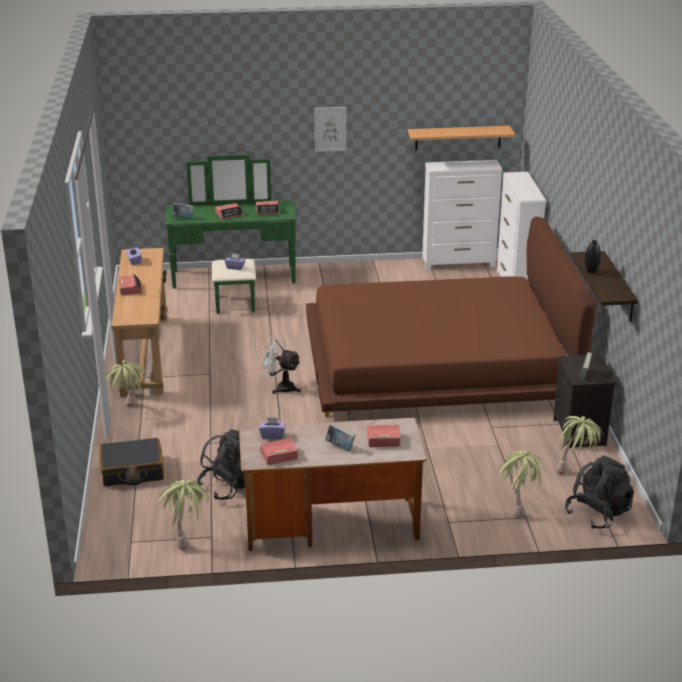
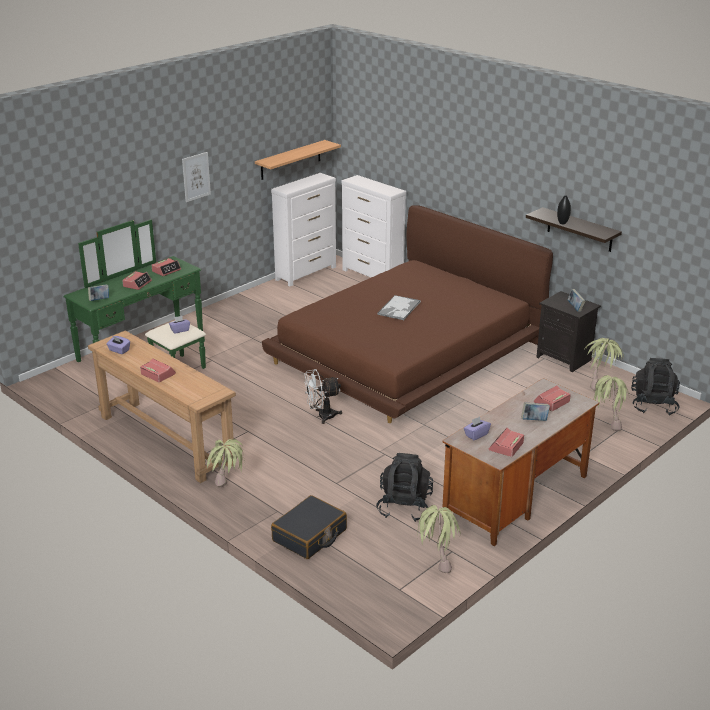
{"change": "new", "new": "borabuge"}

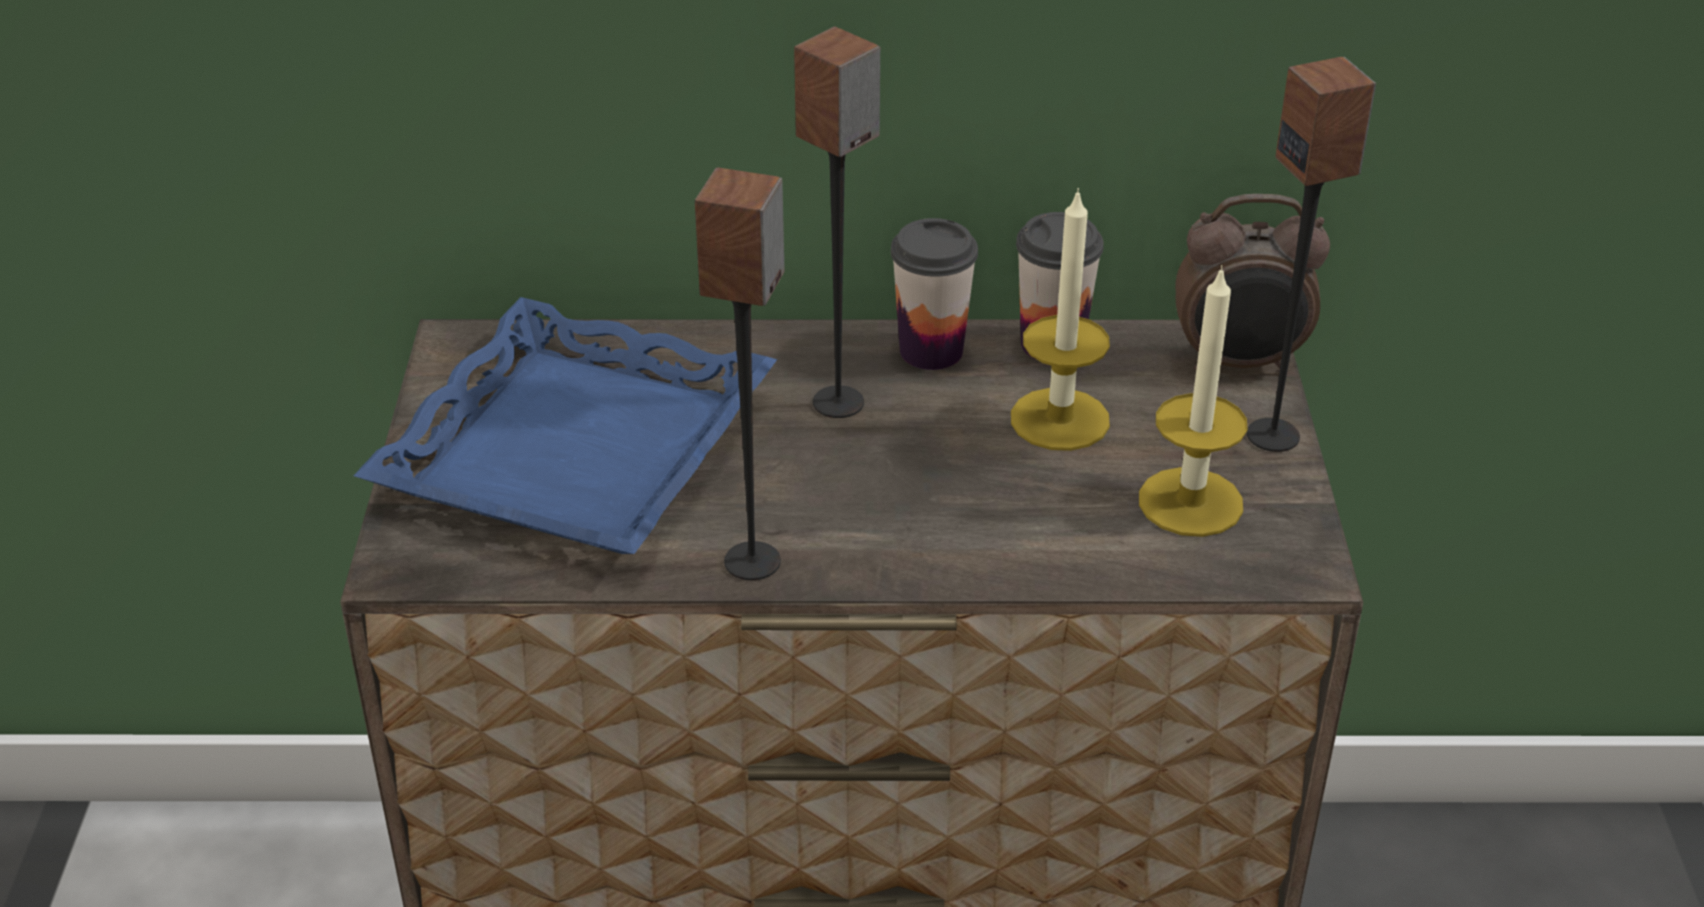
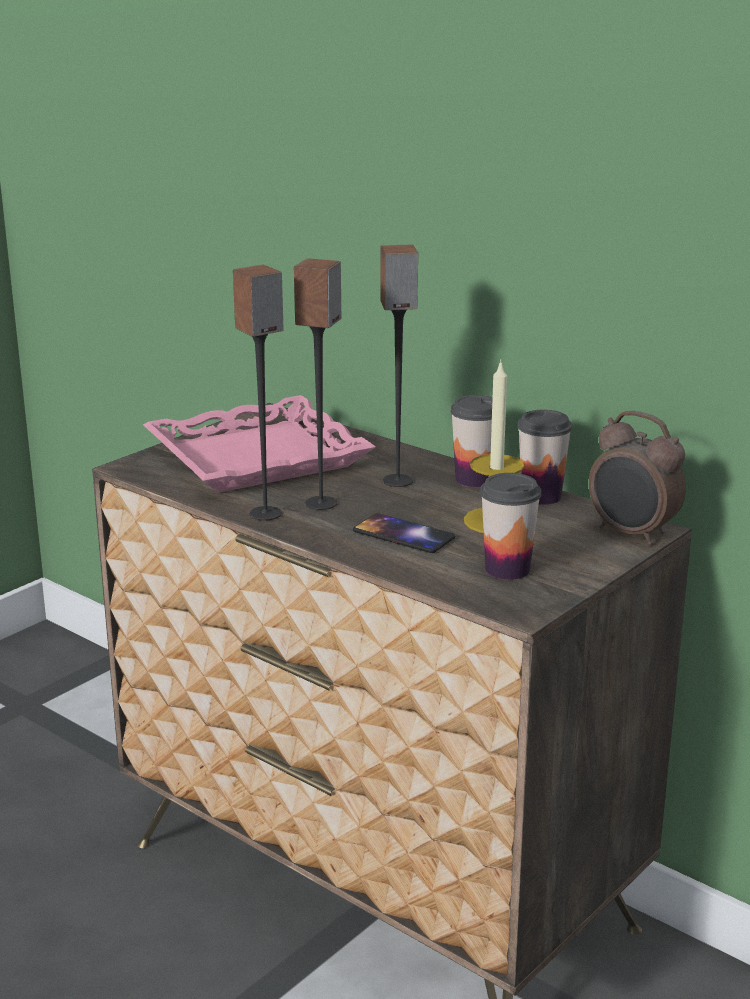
{"change": "repainted", "old": "blue_borabuge", "new": "pink_borabuge"}
{"change": "shifted", "old": "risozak (no. 3 from left in the first image)", "new": "risozak (no. 2 from left)"}
{"change": "new", "new": "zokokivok"}
{"change": "swapped", "old": "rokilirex (no. 2 from left)", "new": "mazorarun (no. 2 from left)"}

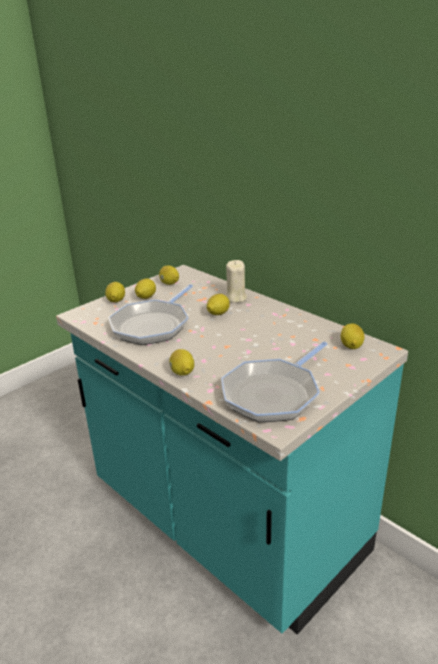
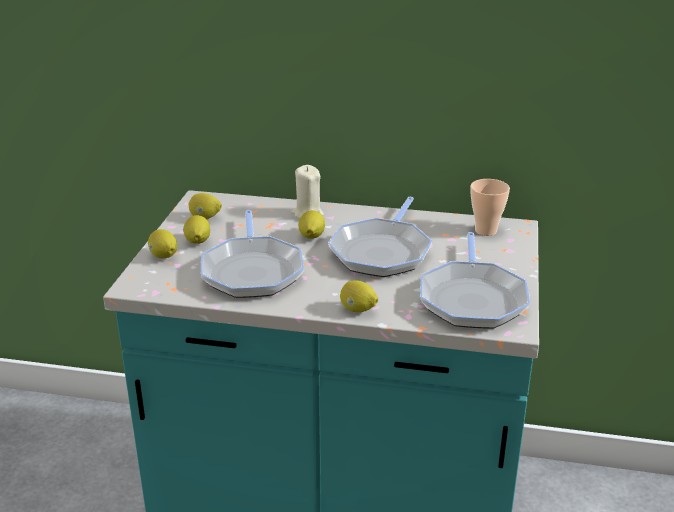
{"change": "new", "new": "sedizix (no. 2 from left)"}
{"change": "swapped", "old": "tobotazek (no. 6 from left)", "new": "mazorarun"}

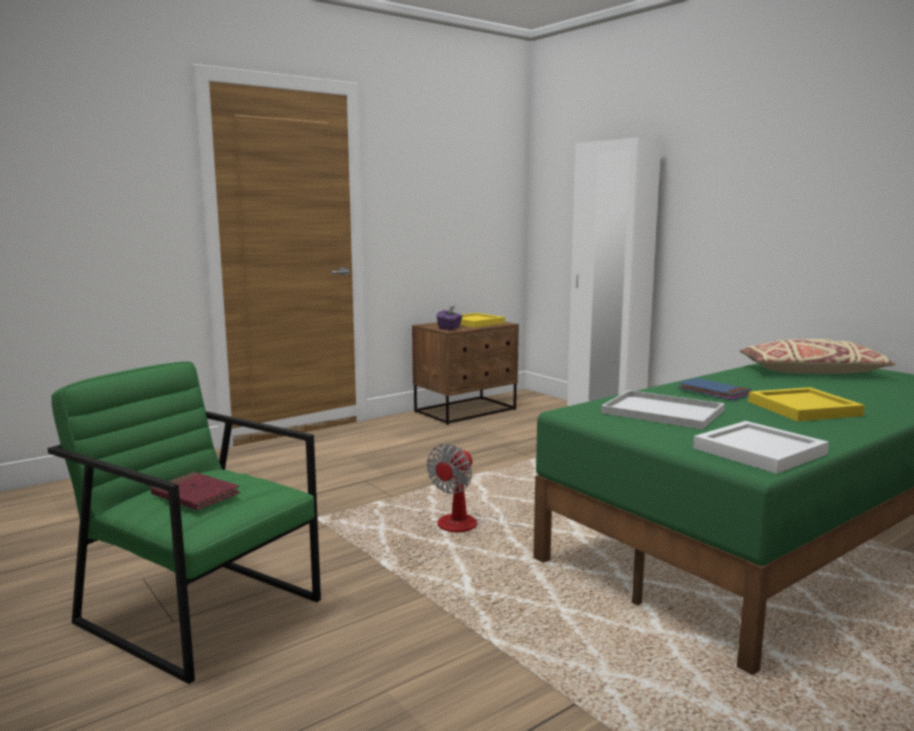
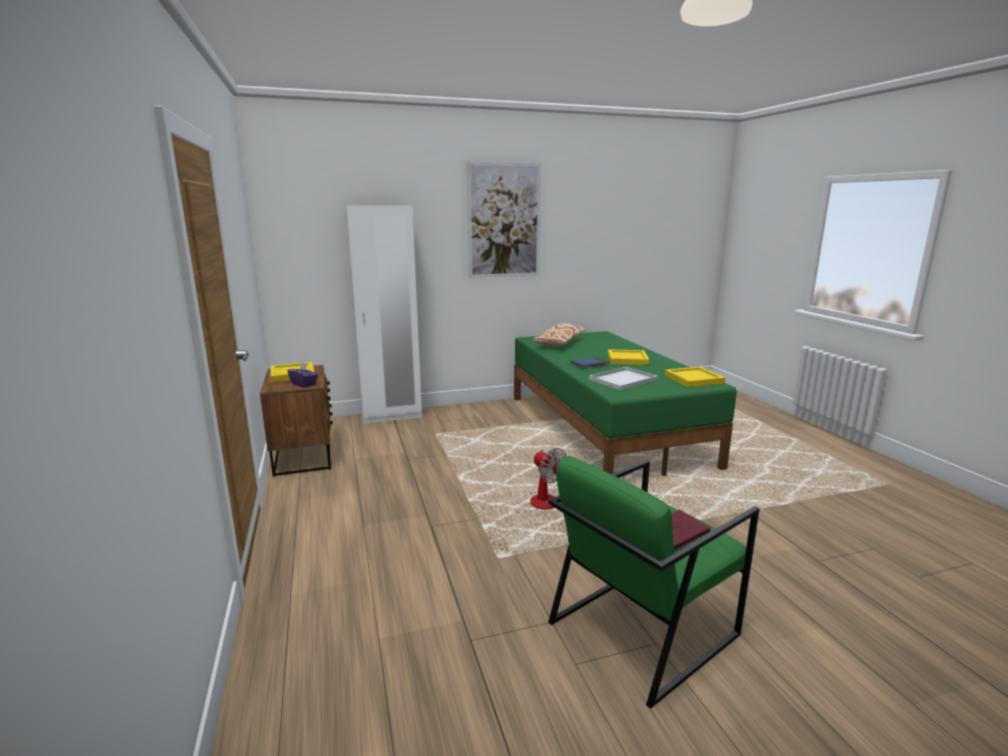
{"change": "new", "new": "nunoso"}
{"change": "repainted", "old": "white_borabuge (no. 2 from left)", "new": "yellow_borabuge (no. 3 from left)"}

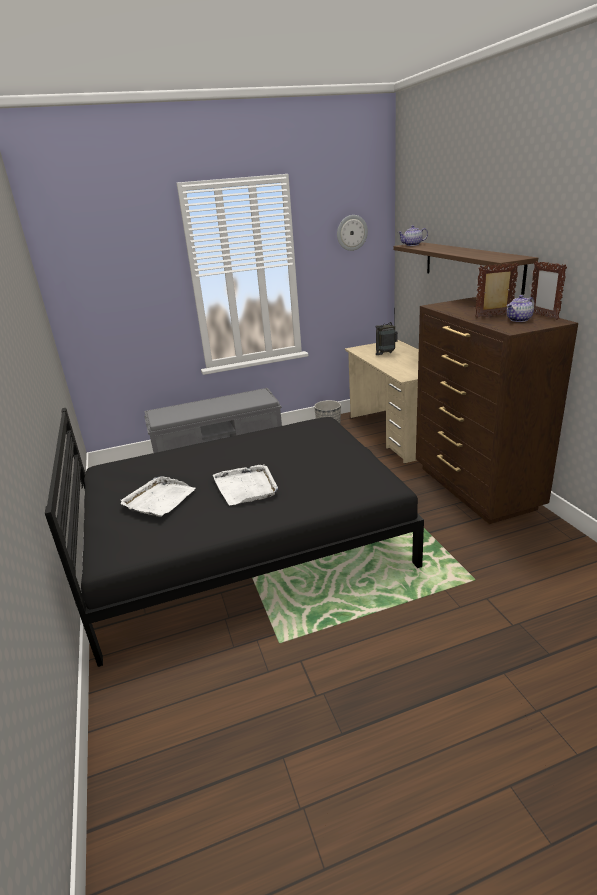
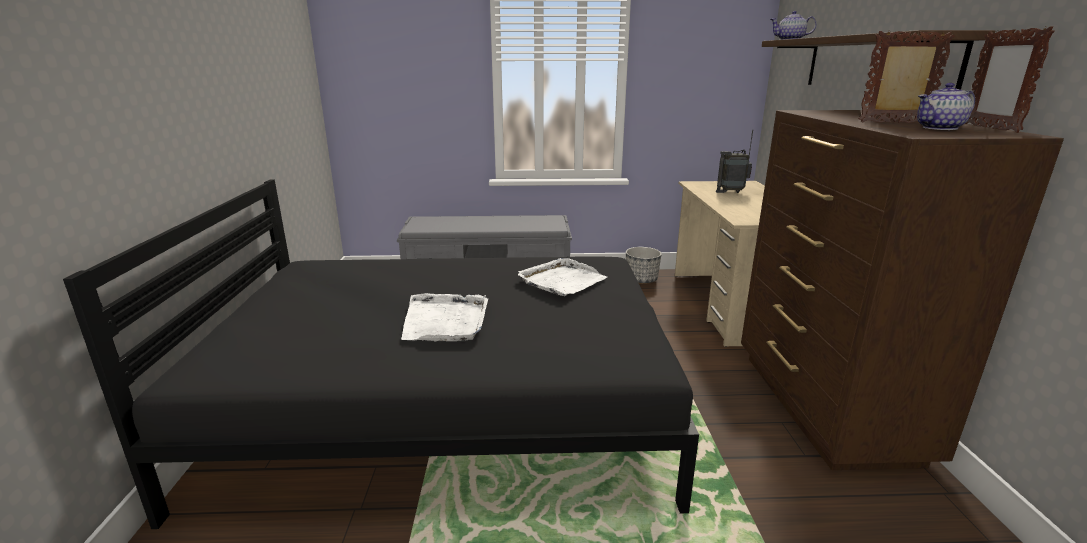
{"change": "shifted", "old": "white_borabuge (no. 1 from left in the first image)", "new": "white_borabuge (no. 2 from left)"}
{"change": "gone", "old": "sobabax"}

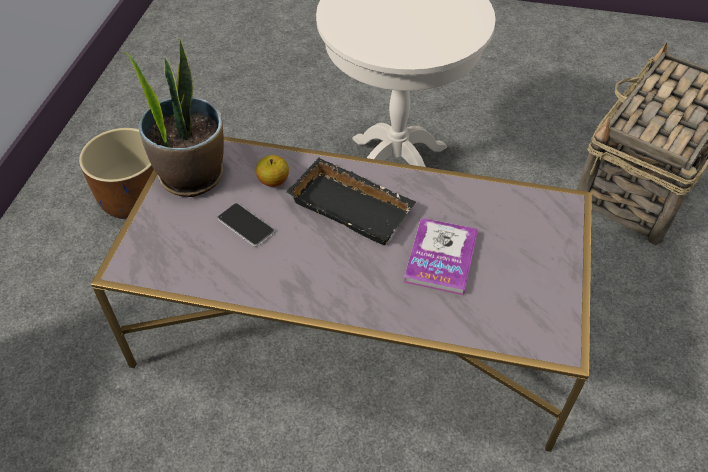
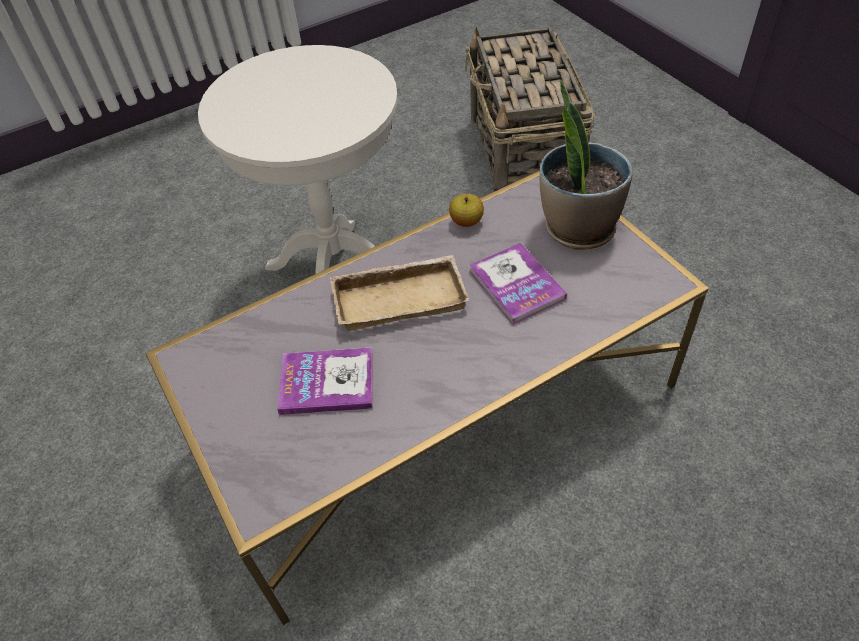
{"change": "swapped", "old": "zokokivok", "new": "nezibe (no. 1 from left)"}
{"change": "repainted", "old": "black_borabuge", "new": "beige_borabuge"}
{"change": "shifted", "old": "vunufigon"}
{"change": "shifted", "old": "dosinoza"}
{"change": "gone", "old": "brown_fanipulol"}

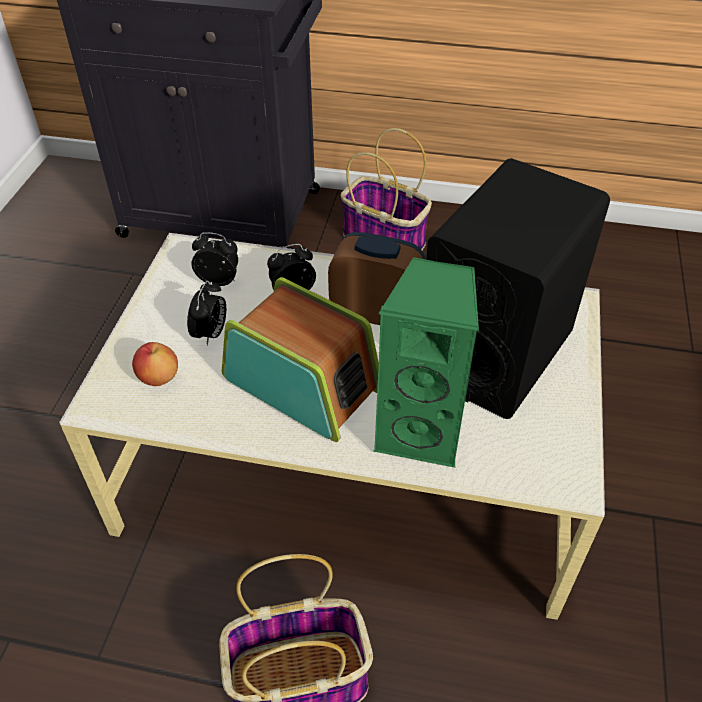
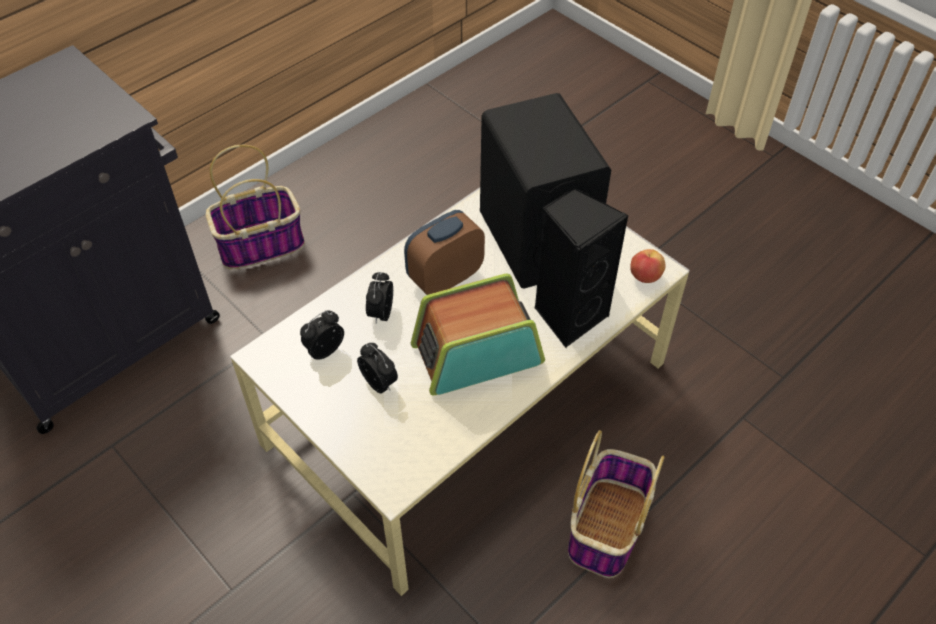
{"change": "repainted", "old": "green_risozak", "new": "black_risozak (no. 2 from left)"}
{"change": "shifted", "old": "vunufigon"}

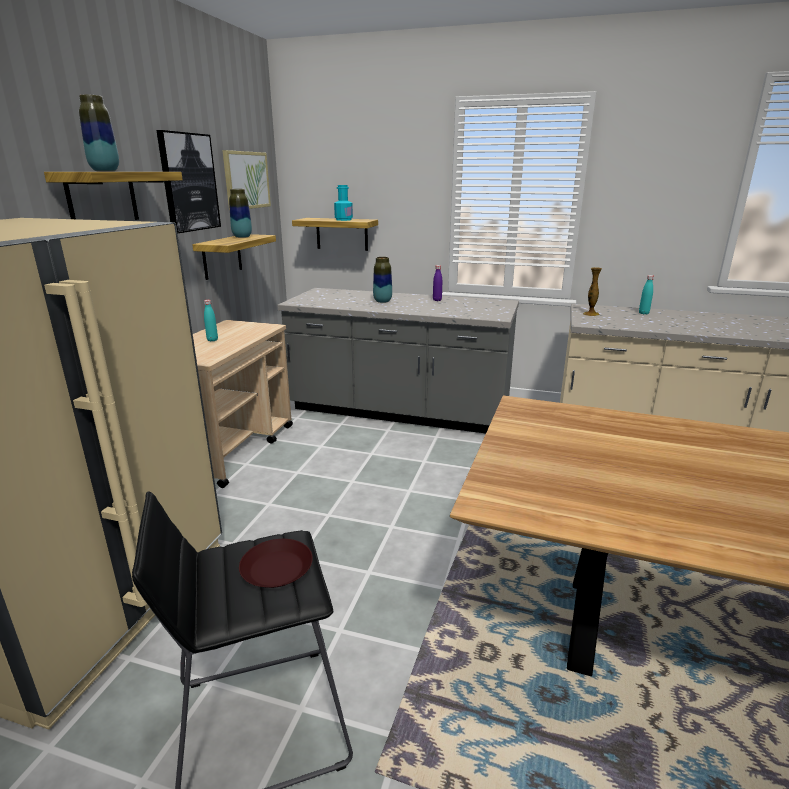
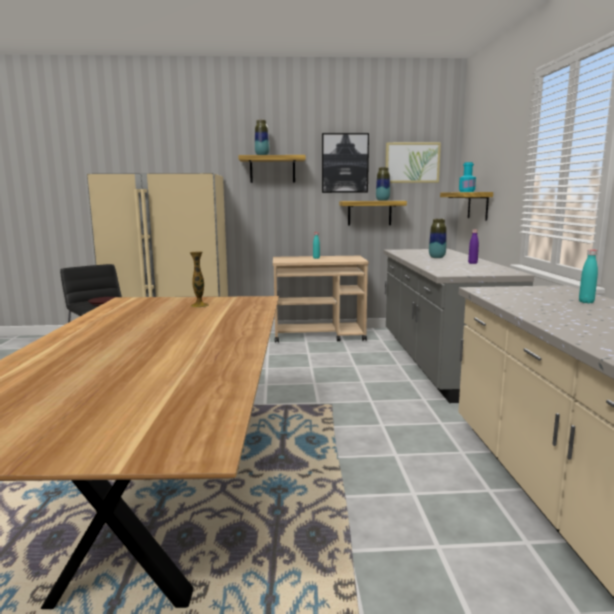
{"change": "shifted", "old": "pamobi (no. 4 from left in the first image)", "new": "pamobi (no. 1 from left)"}

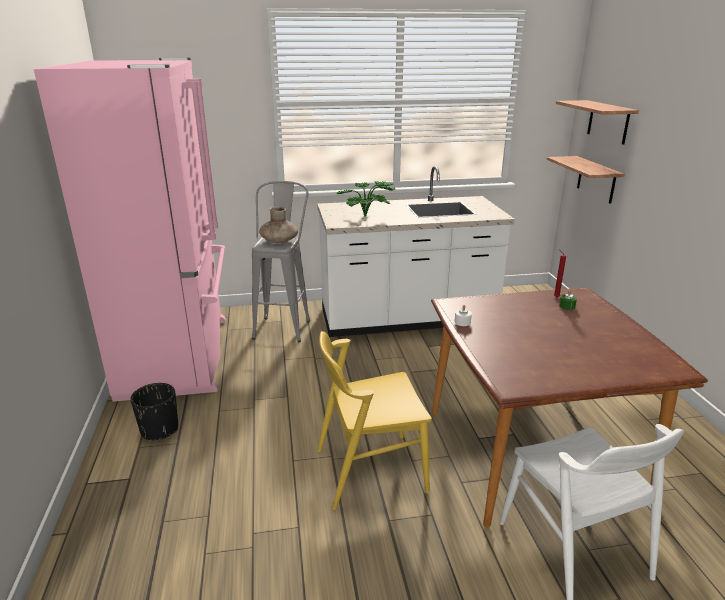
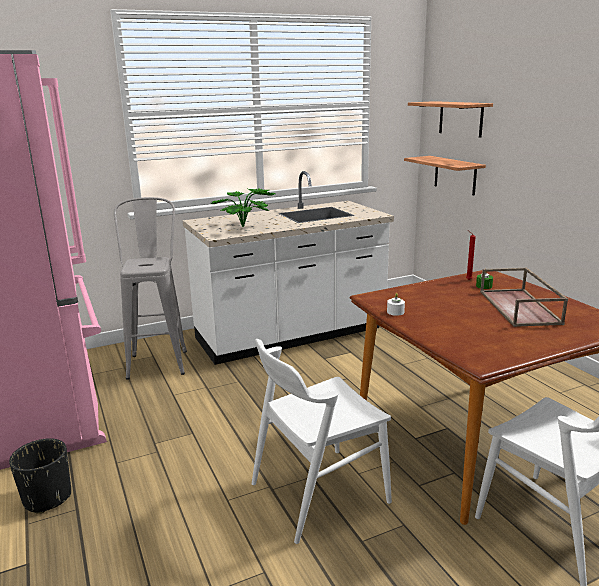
{"change": "repainted", "old": "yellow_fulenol", "new": "white_fulenol (no. 1 from left)"}
{"change": "new", "new": "brown_borabuge"}
{"change": "gone", "old": "brown_pamobi"}

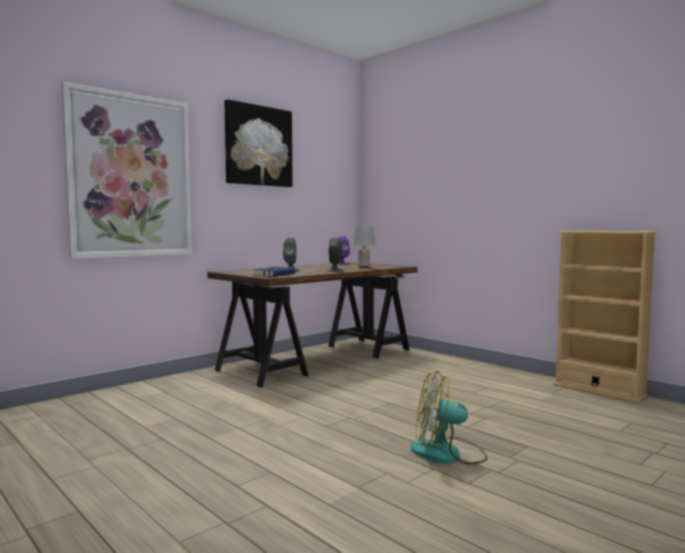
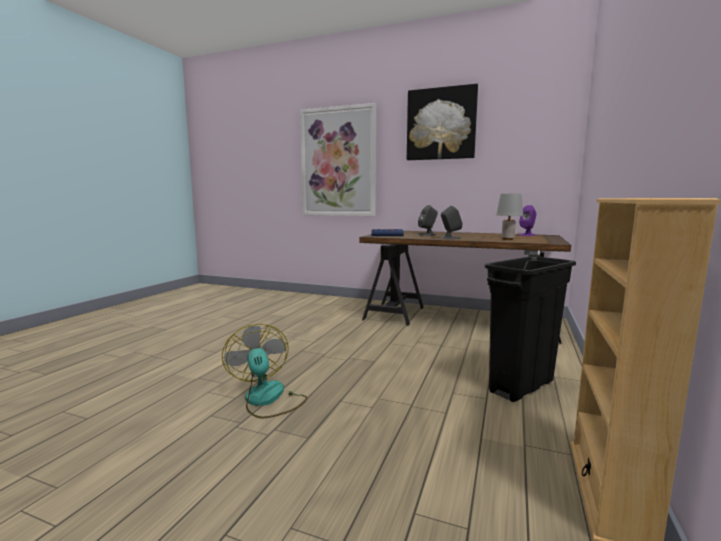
{"change": "new", "new": "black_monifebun"}

